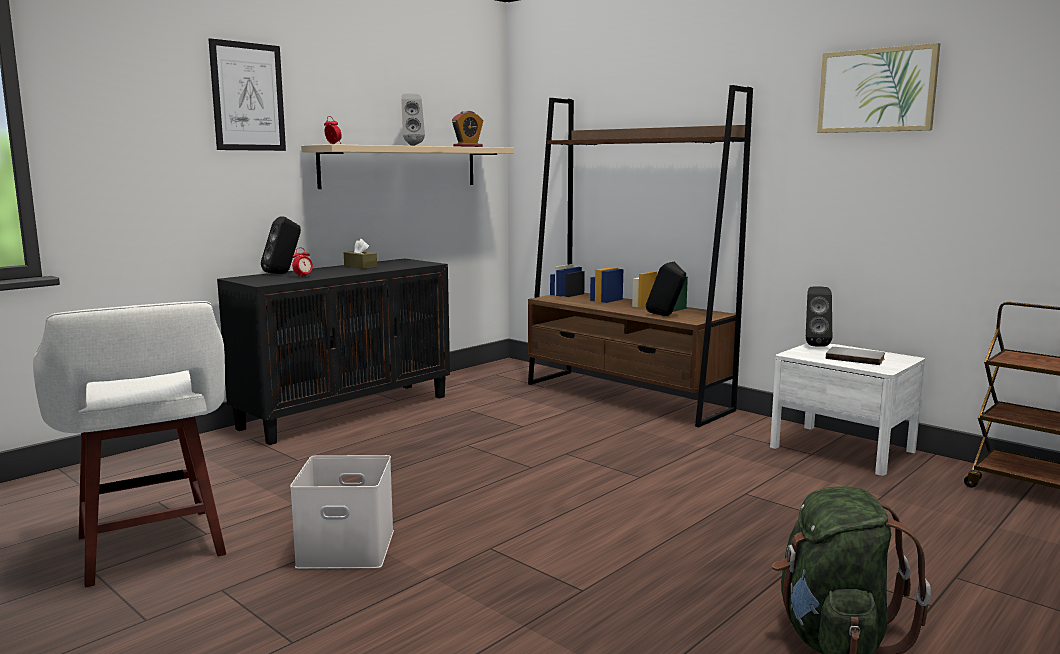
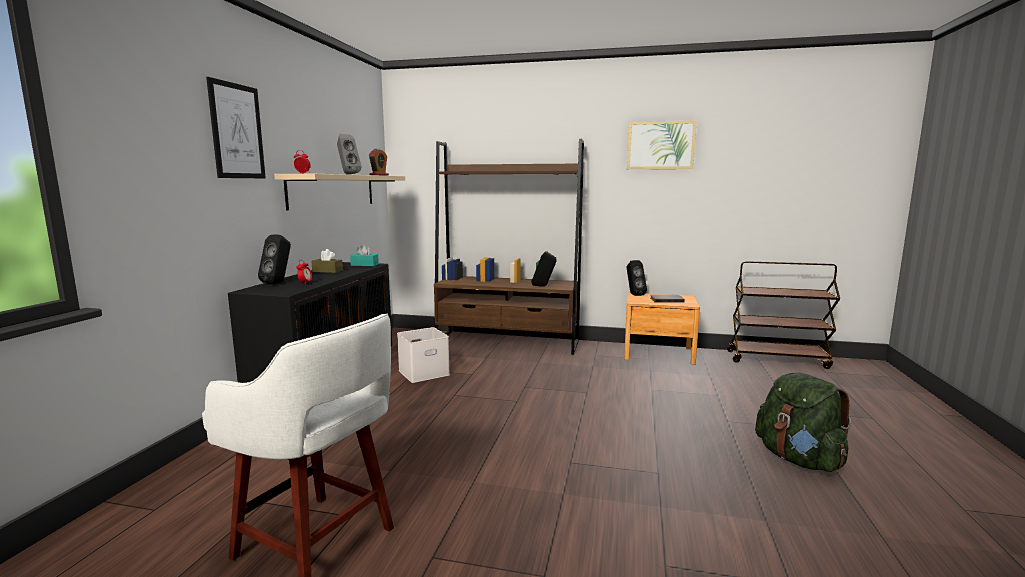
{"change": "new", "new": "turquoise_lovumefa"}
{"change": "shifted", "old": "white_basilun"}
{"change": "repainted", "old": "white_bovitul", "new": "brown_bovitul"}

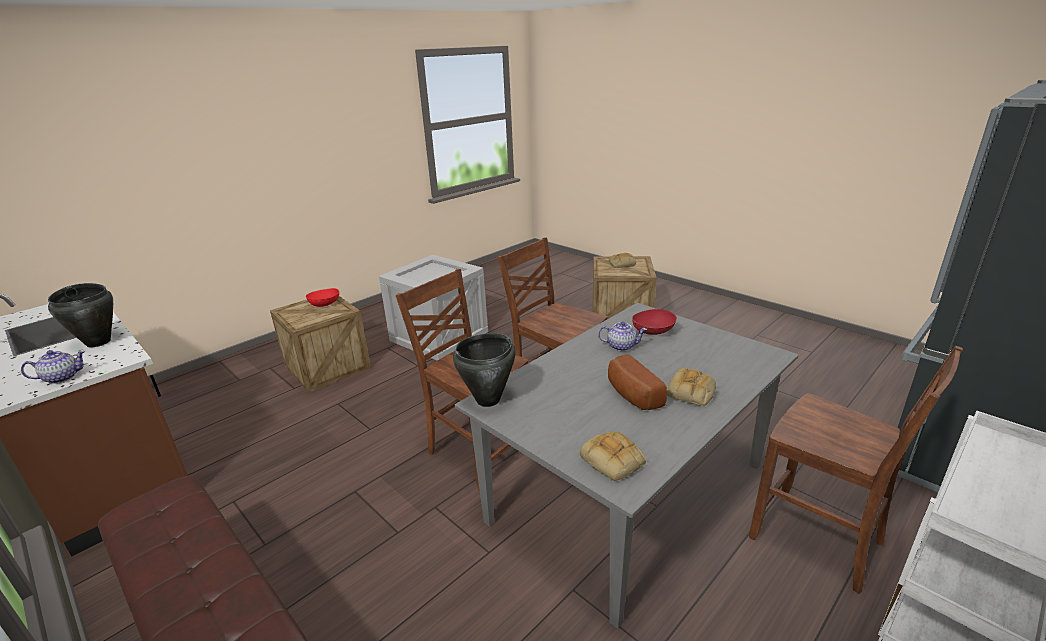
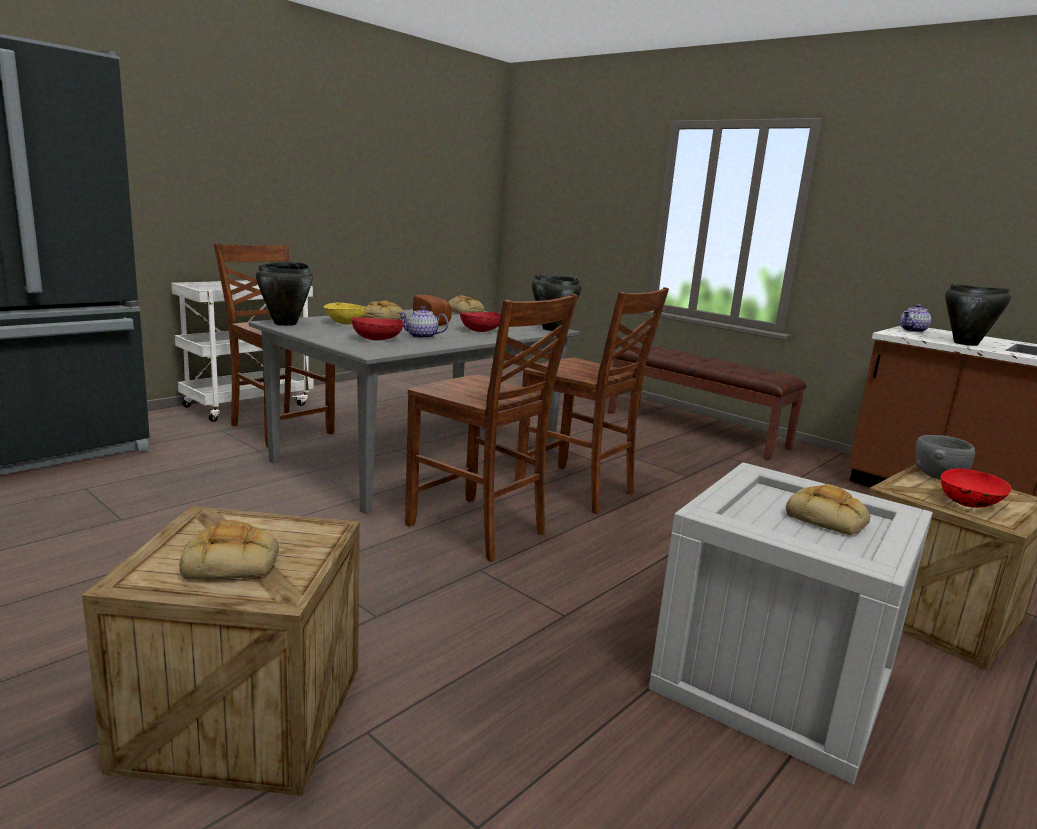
{"change": "new", "new": "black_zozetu (no. 1 from left)"}
{"change": "new", "new": "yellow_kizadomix"}
{"change": "new", "new": "red_kizadomix (no. 2 from left)"}
{"change": "new", "new": "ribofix (no. 5 from left)"}
{"change": "new", "new": "grey_kizadomix"}

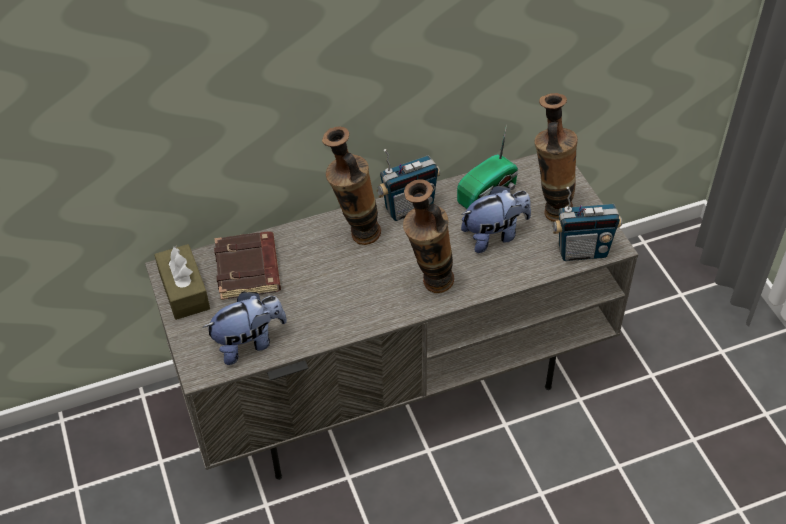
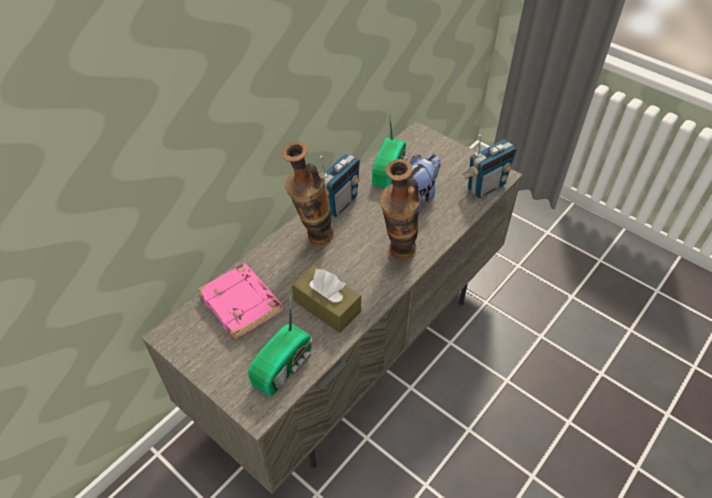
{"change": "repainted", "old": "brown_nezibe", "new": "pink_nezibe"}
{"change": "swapped", "old": "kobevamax (no. 1 from left)", "new": "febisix (no. 1 from left)"}
{"change": "shifted", "old": "brown_lovumefa"}
{"change": "gone", "old": "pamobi (no. 3 from left)"}

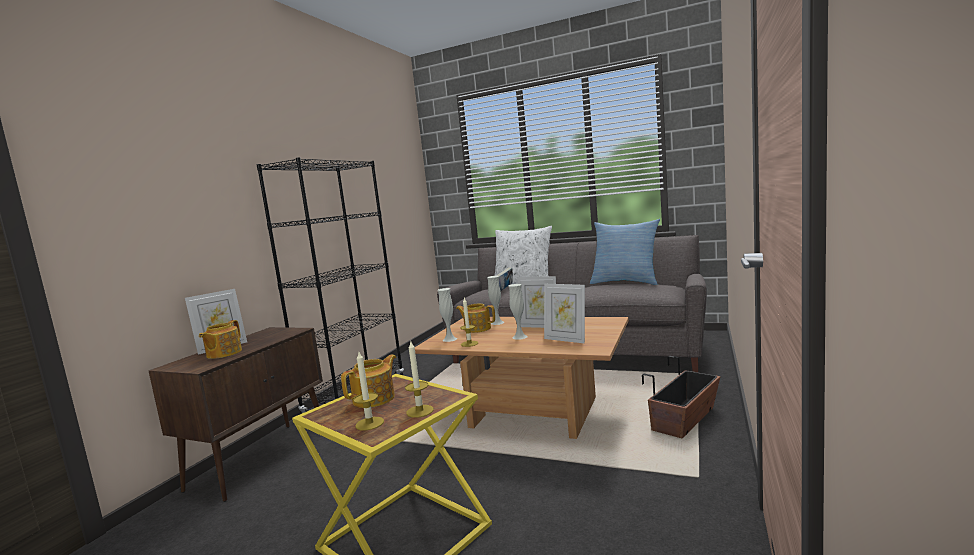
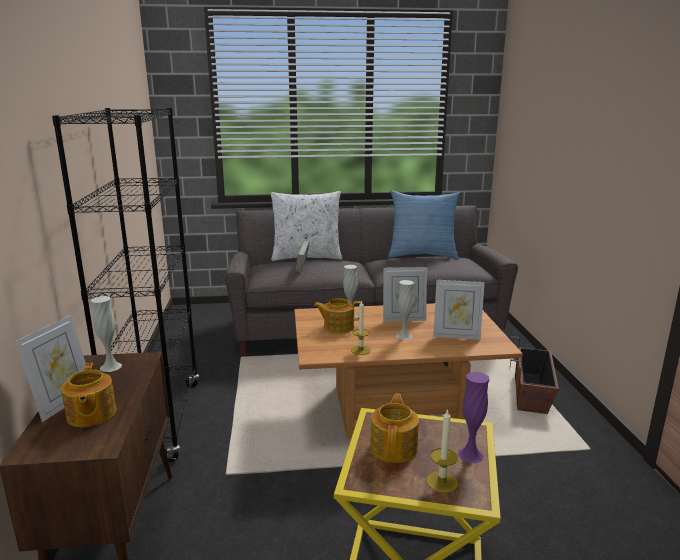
{"change": "shifted", "old": "white_pamobi (no. 1 from left)"}
{"change": "swapped", "old": "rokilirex (no. 2 from left)", "new": "purple_pamobi"}

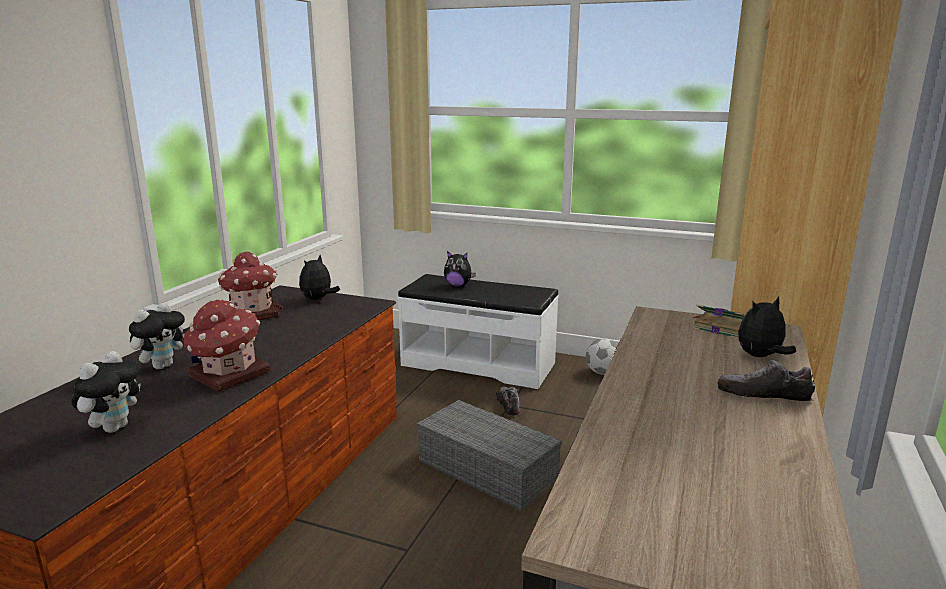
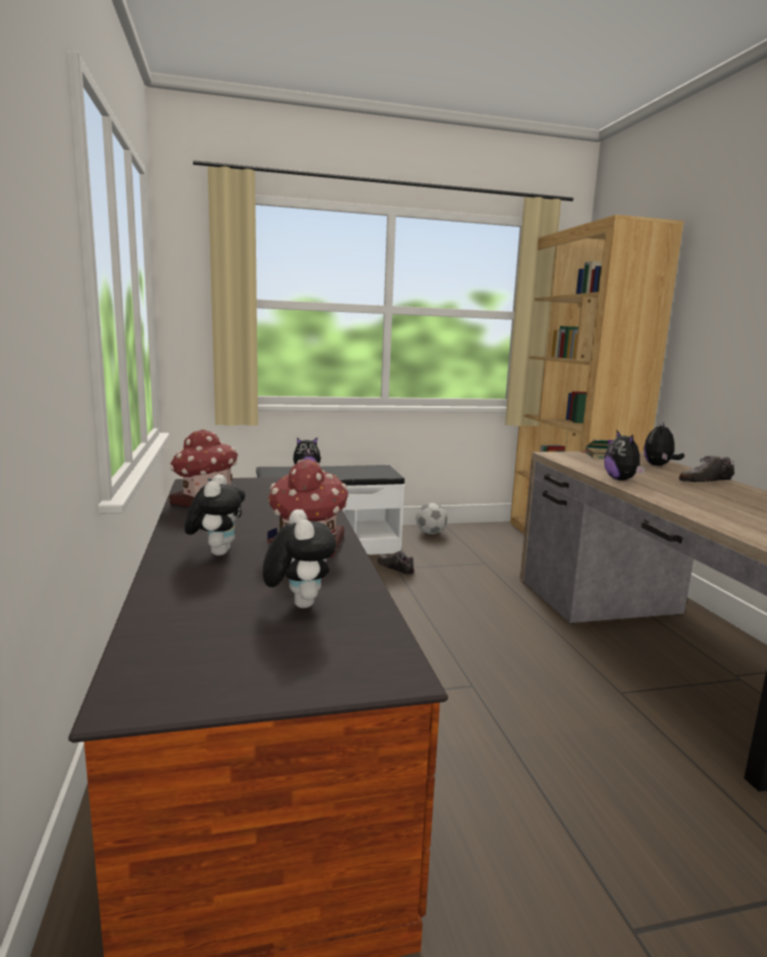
{"change": "shifted", "old": "kobevamax (no. 3 from left in the first image)", "new": "kobevamax (no. 4 from left)"}
{"change": "gone", "old": "grey_basilun"}

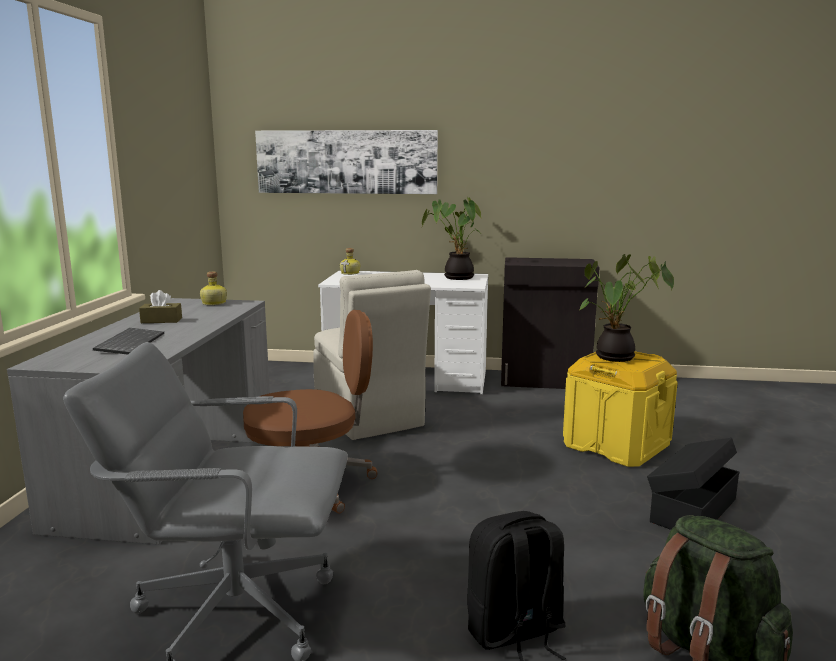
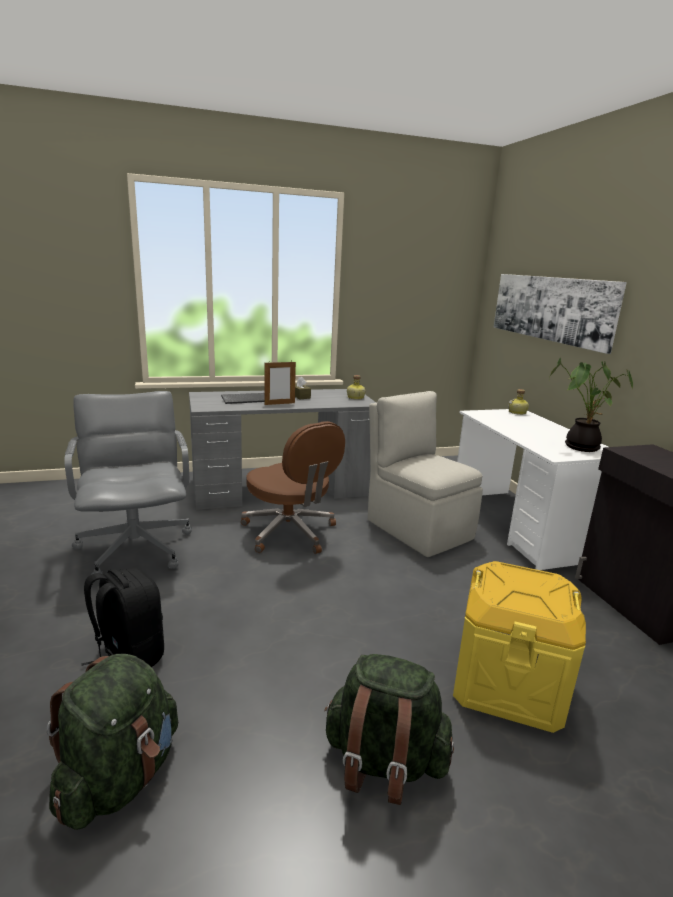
{"change": "new", "new": "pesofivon"}
{"change": "swapped", "old": "black_basilun", "new": "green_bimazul (no. 2 from left)"}
{"change": "rotated", "old": "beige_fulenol", "degrees": 105}
{"change": "gone", "old": "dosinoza (no. 2 from left)"}

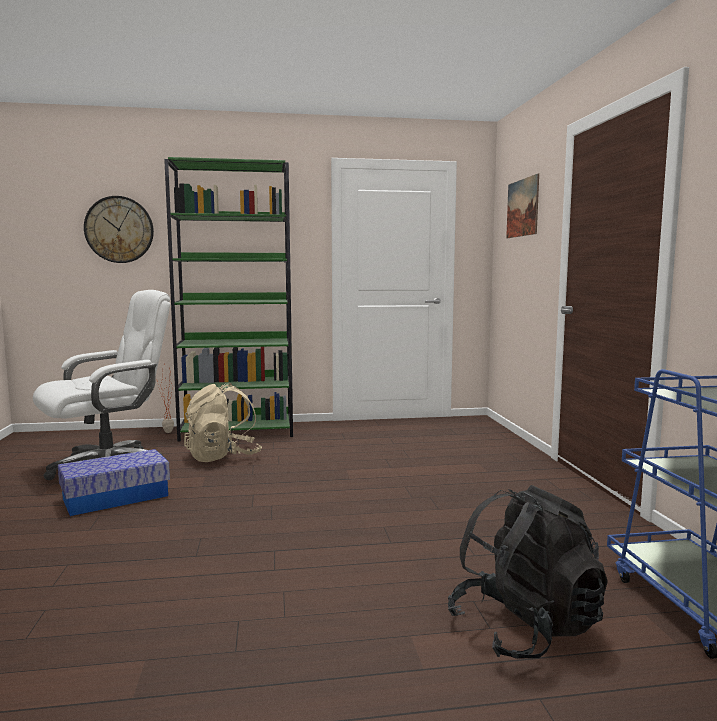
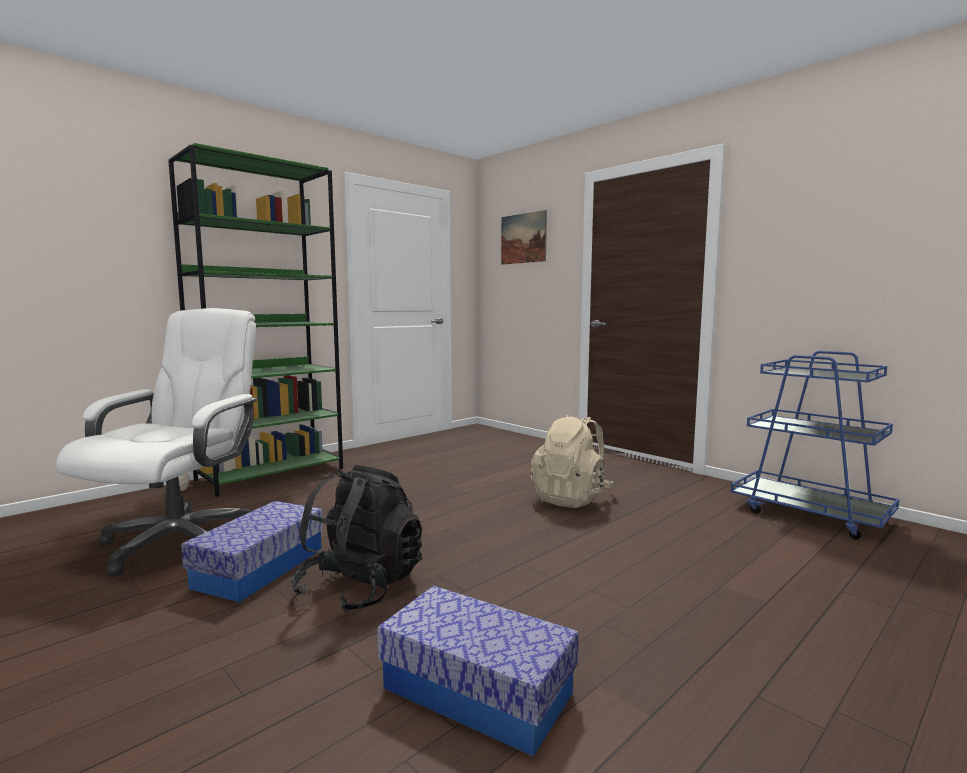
{"change": "shifted", "old": "black_bimazul"}
{"change": "new", "new": "basilun (no. 2 from left)"}
{"change": "shifted", "old": "beige_bimazul"}
{"change": "gone", "old": "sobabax"}

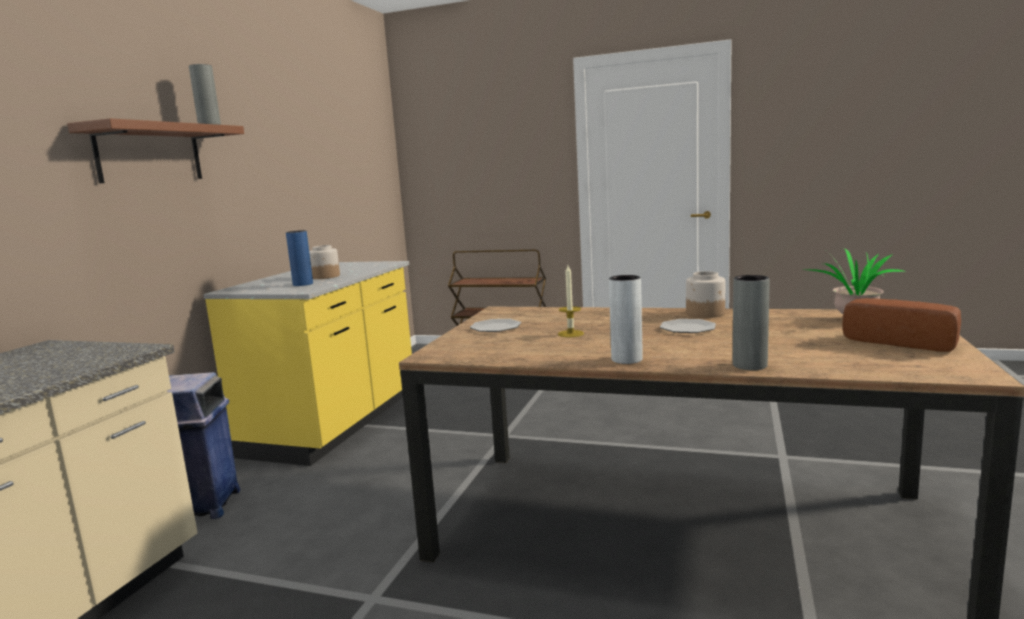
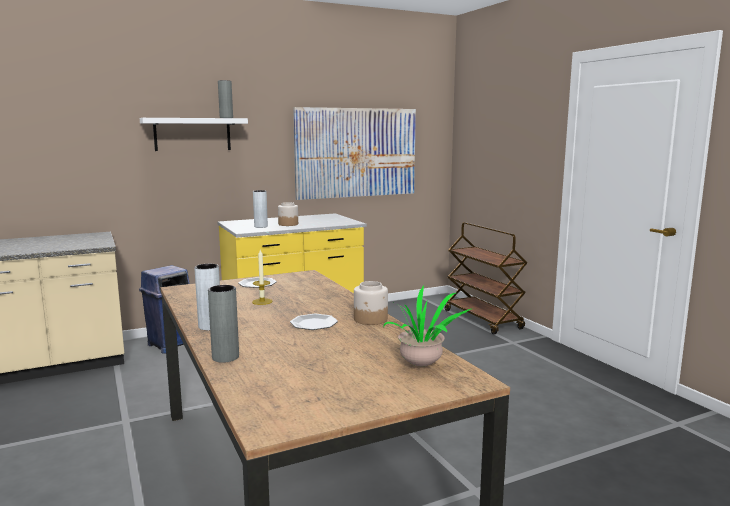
{"change": "repainted", "old": "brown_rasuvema", "new": "white_rasuvema"}
{"change": "repainted", "old": "blue_pamobi", "new": "grey_pamobi (no. 4 from left)"}
{"change": "new", "new": "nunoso"}
{"change": "gone", "old": "ribofix"}

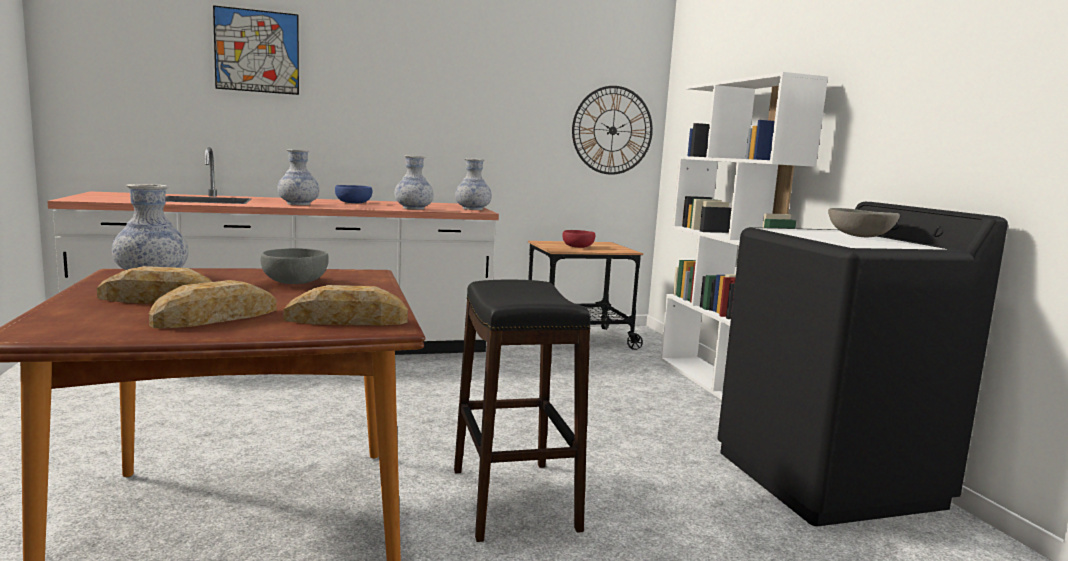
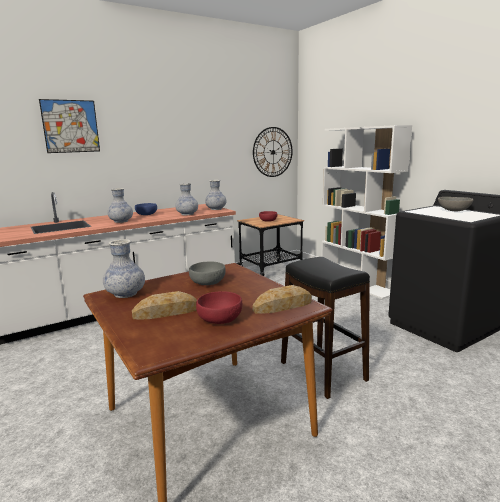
{"change": "swapped", "old": "ribofix (no. 2 from left)", "new": "red_kizadomix (no. 1 from left)"}

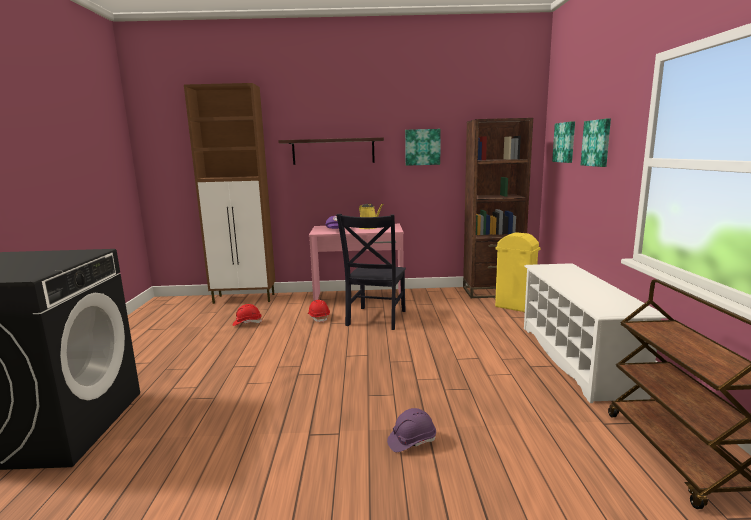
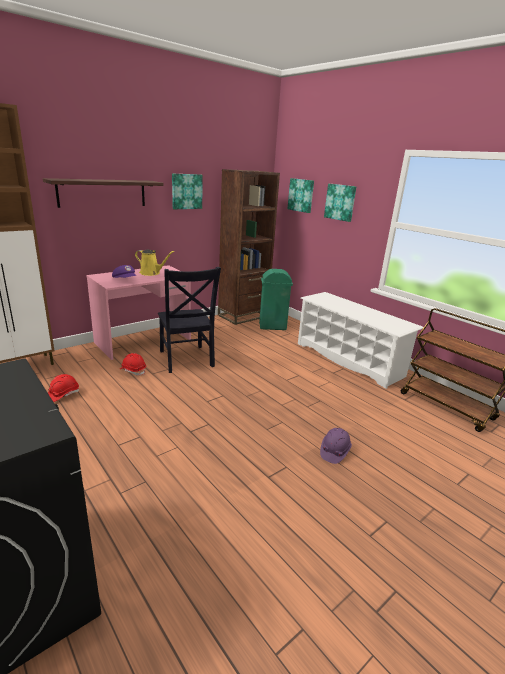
{"change": "repainted", "old": "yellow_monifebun", "new": "green_monifebun"}

